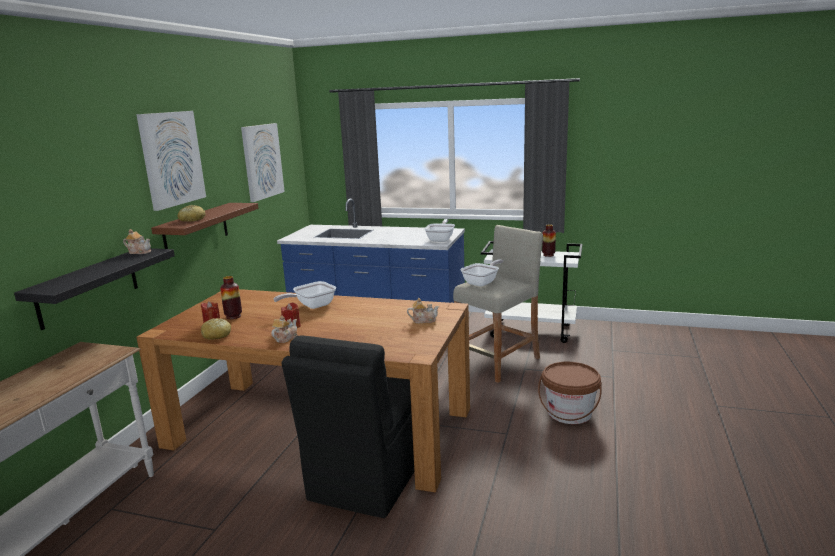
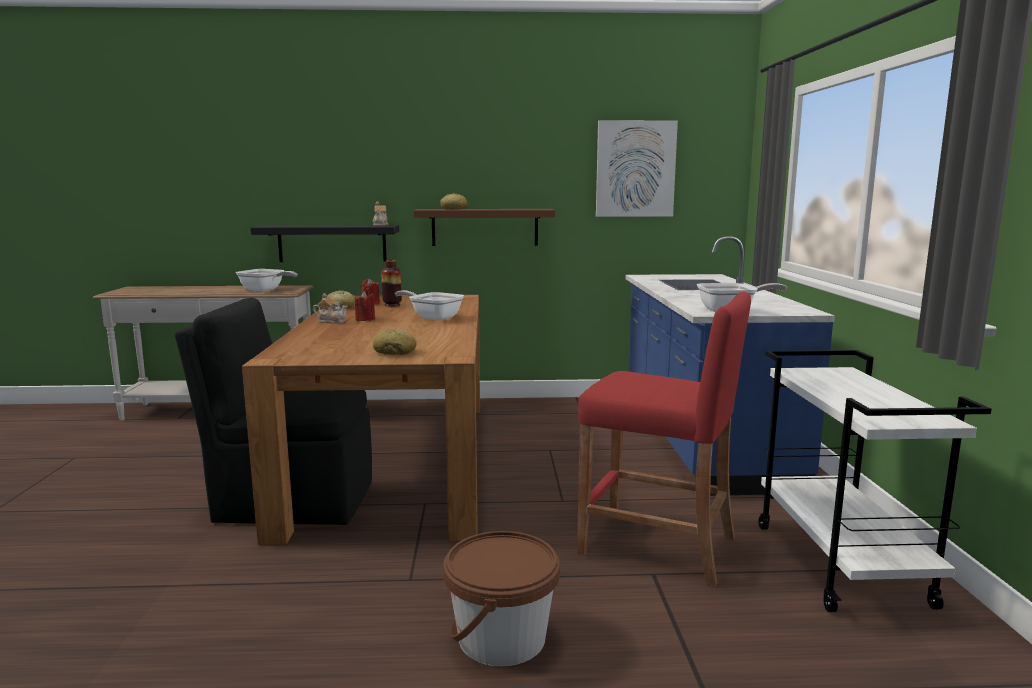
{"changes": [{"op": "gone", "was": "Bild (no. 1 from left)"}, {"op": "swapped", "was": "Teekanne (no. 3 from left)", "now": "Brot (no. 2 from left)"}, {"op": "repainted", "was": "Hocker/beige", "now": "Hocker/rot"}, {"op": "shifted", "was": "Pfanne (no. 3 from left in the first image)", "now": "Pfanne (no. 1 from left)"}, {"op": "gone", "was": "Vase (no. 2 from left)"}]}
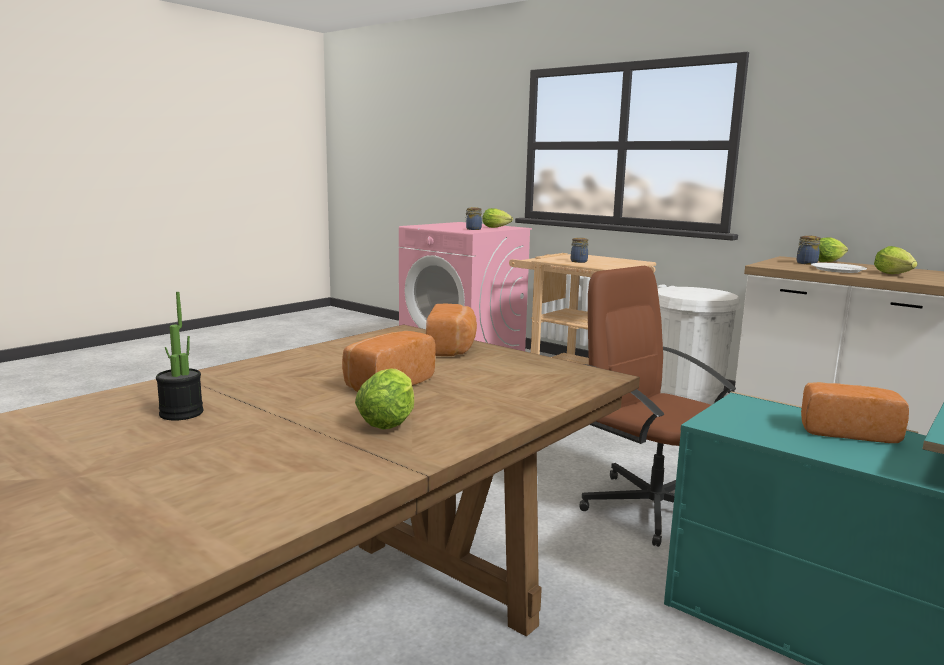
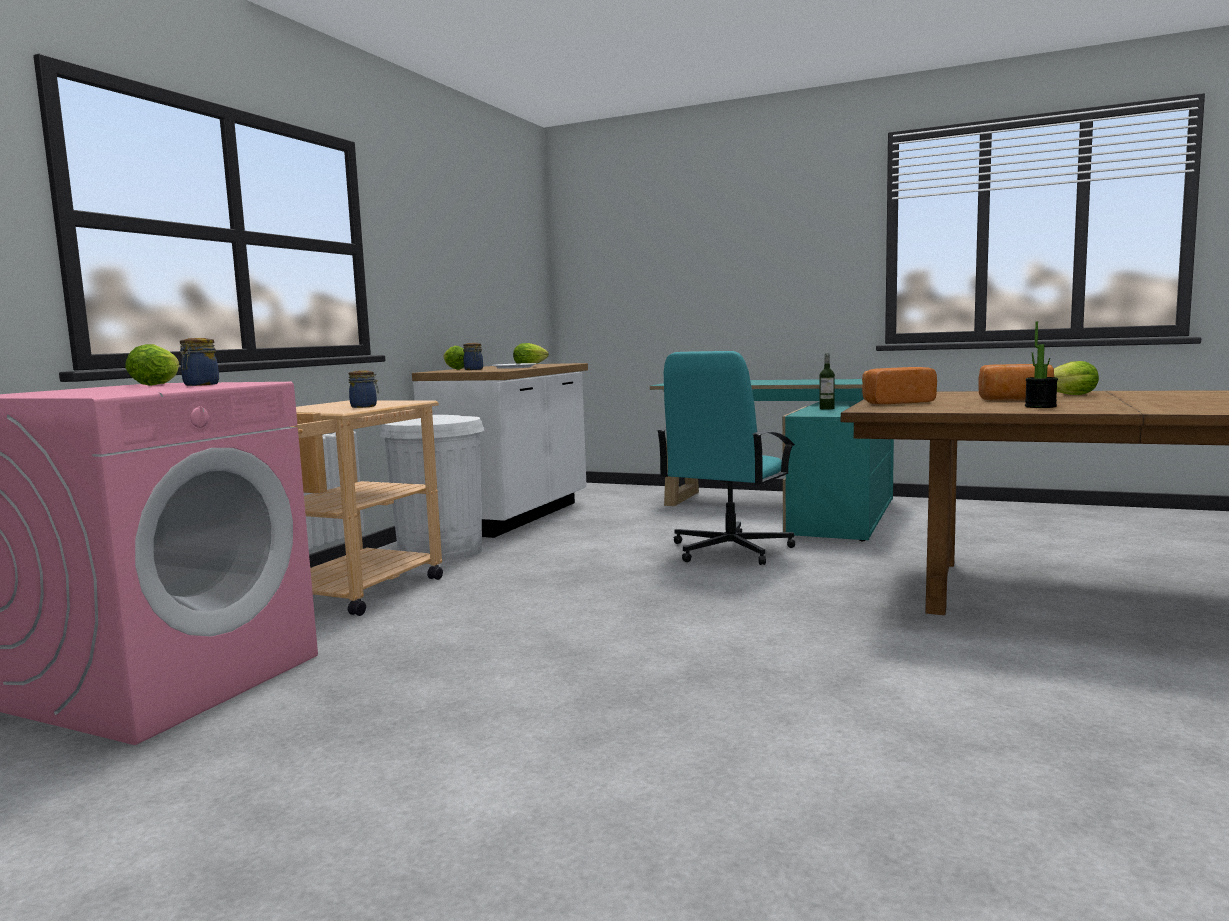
{"changes": [{"op": "shifted", "was": "Topfpflanze"}, {"op": "repainted", "was": "Bürostuhl/braun", "now": "Bürostuhl/türkis"}, {"op": "swapped", "was": "Brot (no. 3 from left)", "now": "Flasche"}]}
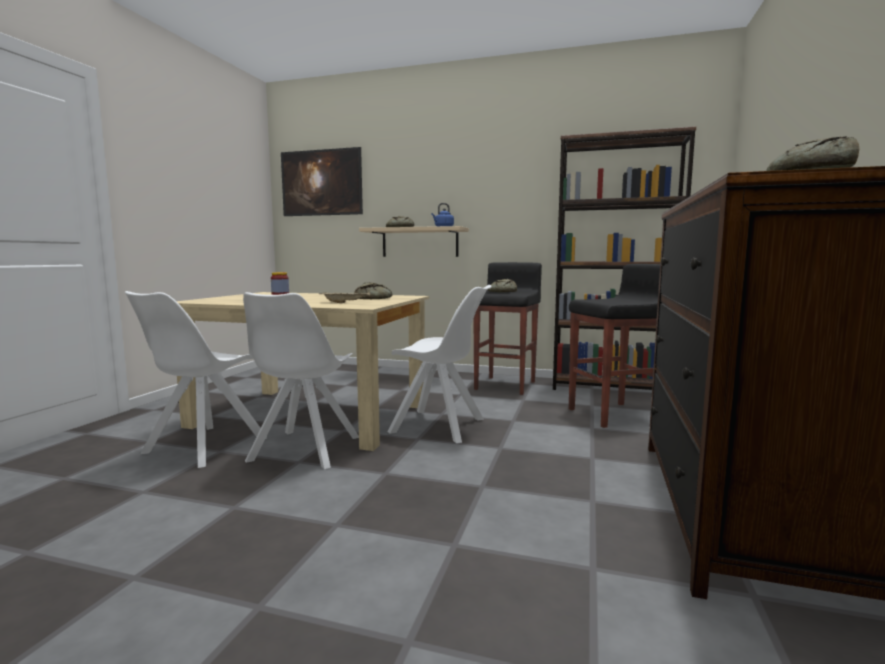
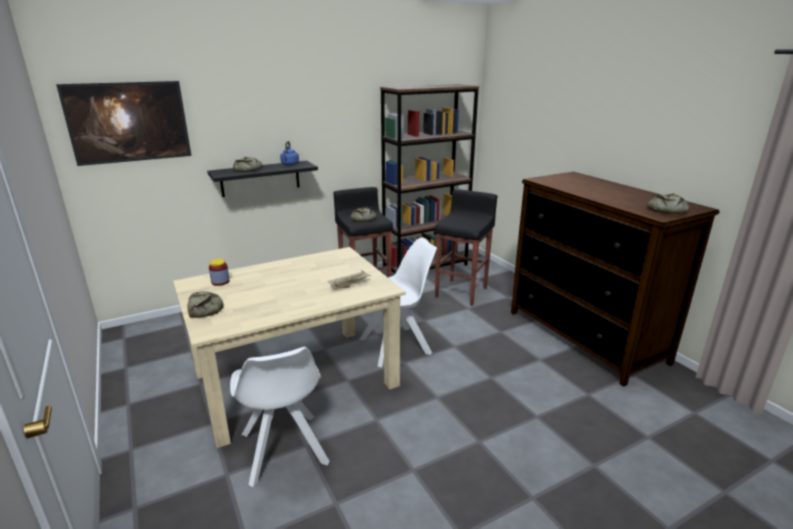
{"changes": [{"op": "gone", "was": "Stuhl/weiß (no. 2 from left)"}, {"op": "shifted", "was": "Brot (no. 1 from left)"}, {"op": "repainted", "was": "Wandregal/beige", "now": "Wandregal/schwarz"}]}
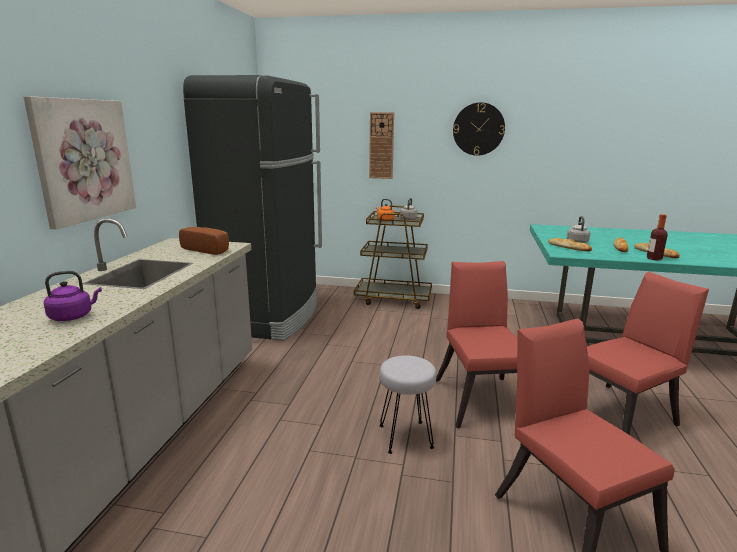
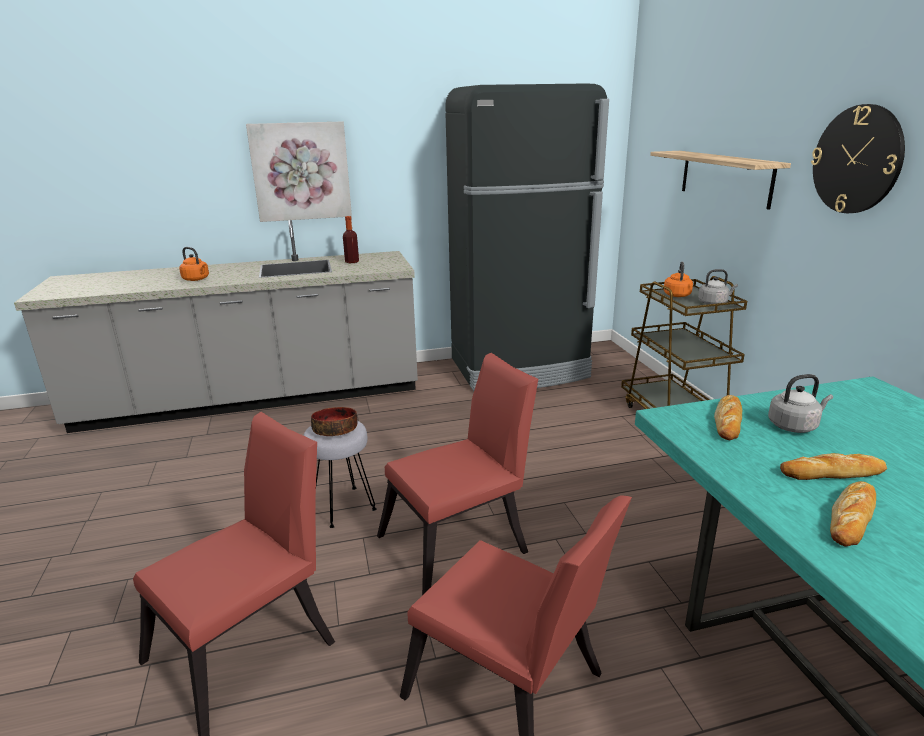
{"changes": [{"op": "repainted", "was": "Wasserkessel/lila", "now": "Wasserkessel/orange (no. 1 from left)"}, {"op": "gone", "was": "Brot (no. 1 from left)"}, {"op": "swapped", "was": "Wanduhr (no. 1 from left)", "now": "Wandregal"}, {"op": "shifted", "was": "Flasche"}, {"op": "new", "now": "Schüssel"}]}
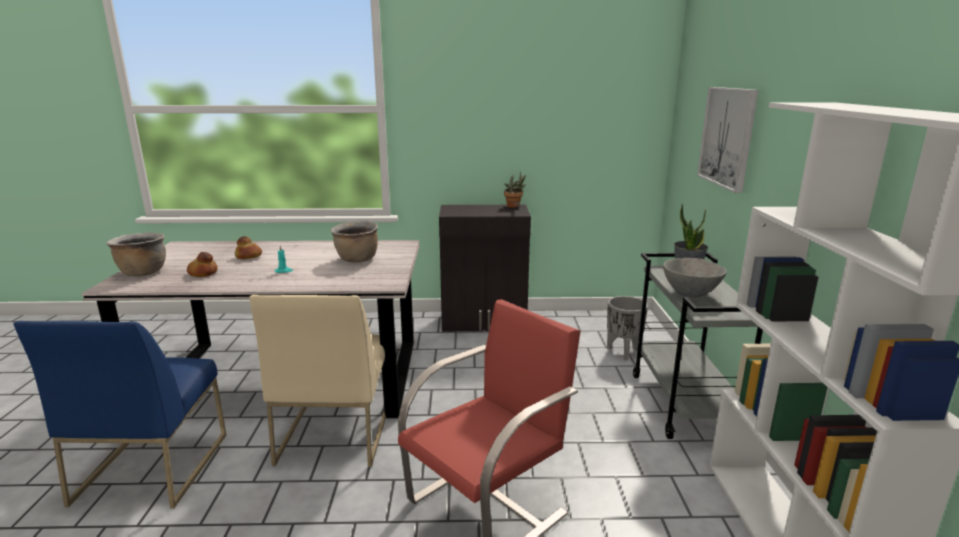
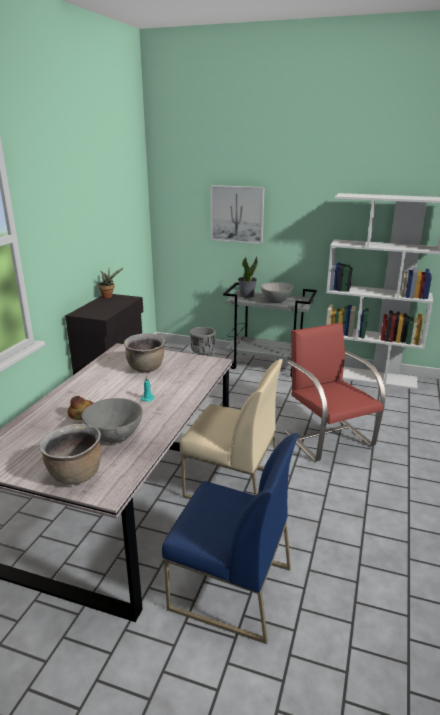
{"changes": [{"op": "swapped", "was": "Brot (no. 1 from left)", "now": "Schüssel/grau (no. 1 from left)"}]}
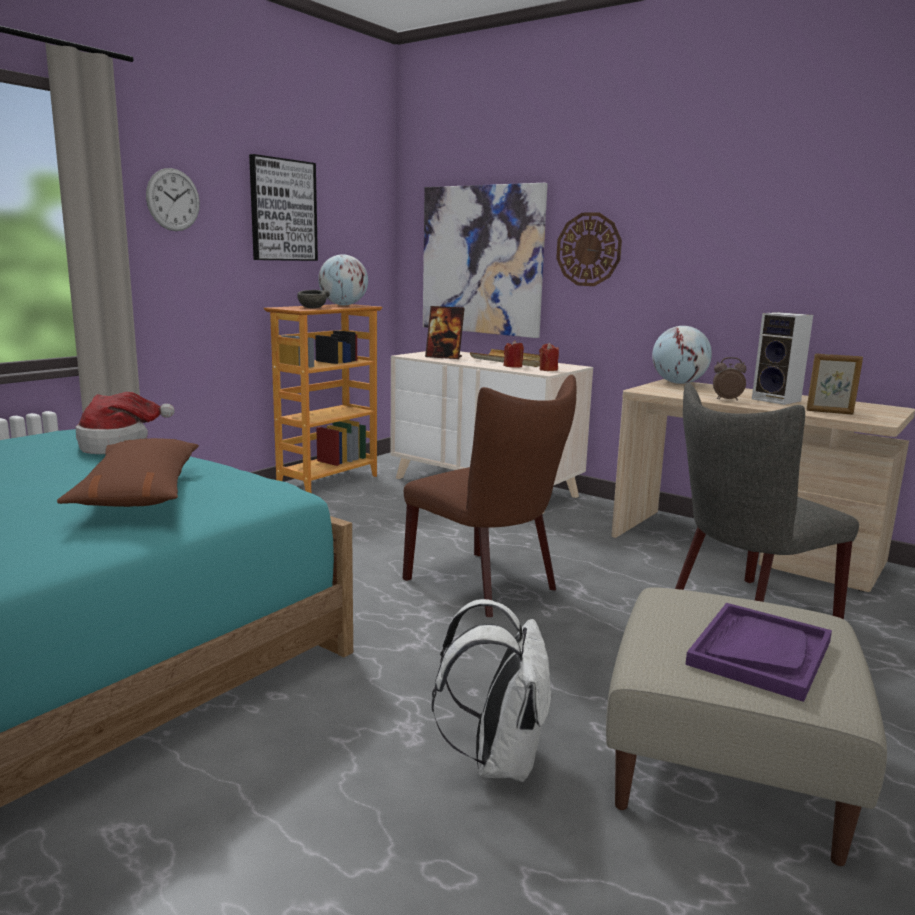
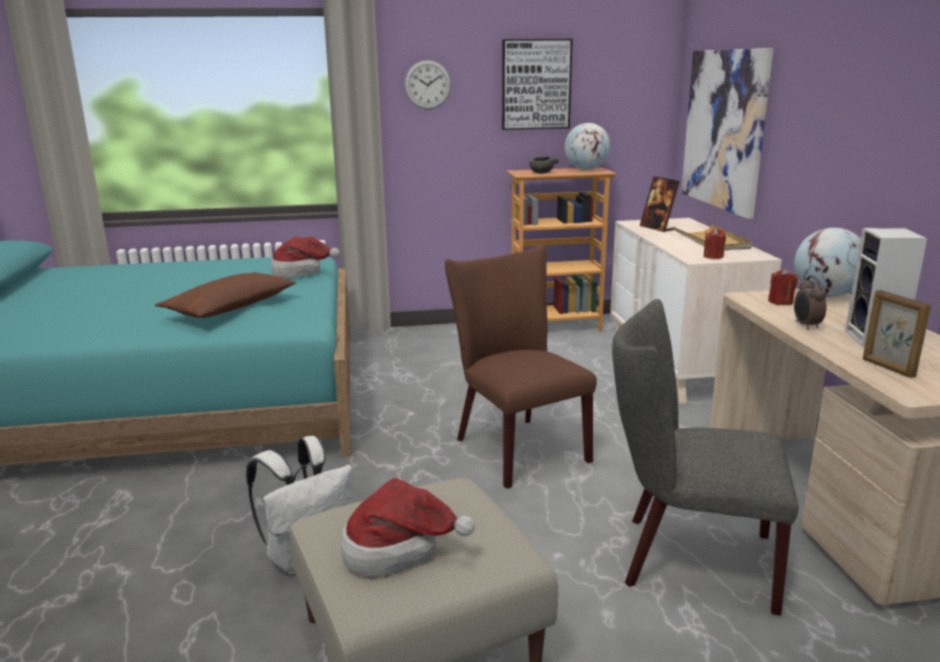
{"changes": [{"op": "rotated", "was": "Stuhl/braun", "clockwise": 150}, {"op": "shifted", "was": "Kerze/rot (no. 1 from left in the first image)", "now": "Kerze/rot (no. 2 from left)"}, {"op": "gone", "was": "Wanduhr (no. 2 from left)"}, {"op": "swapped", "was": "Tablett/lila", "now": "Hut (no. 2 from left)"}, {"op": "rotated", "was": "Wecker", "clockwise": -150}]}
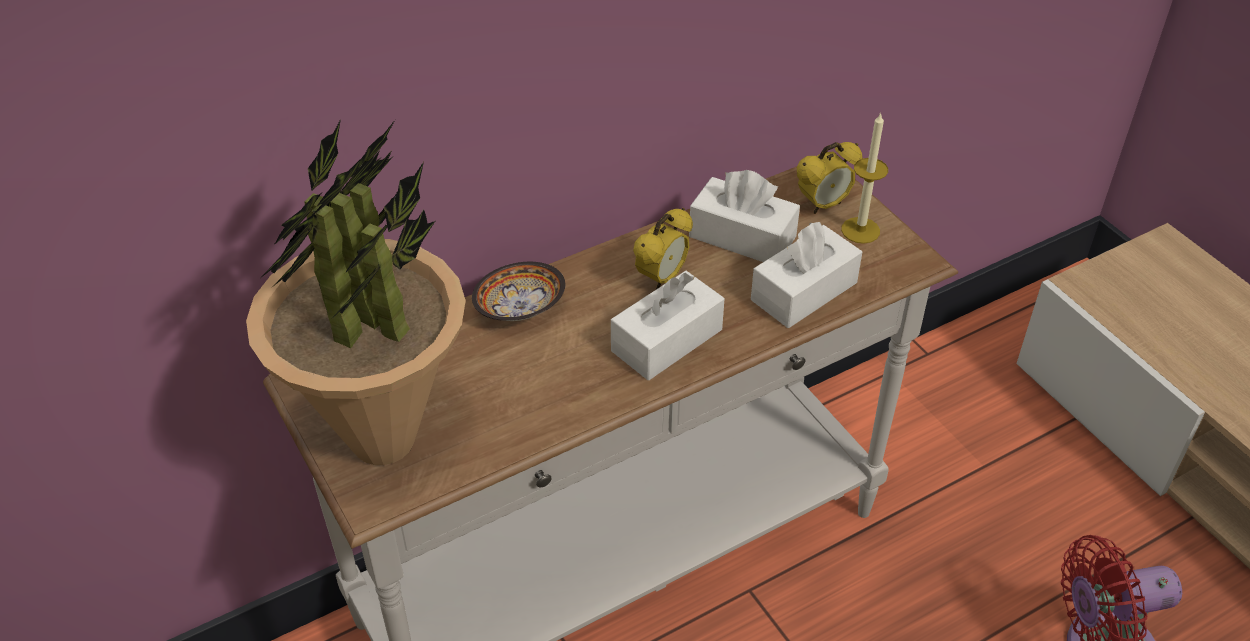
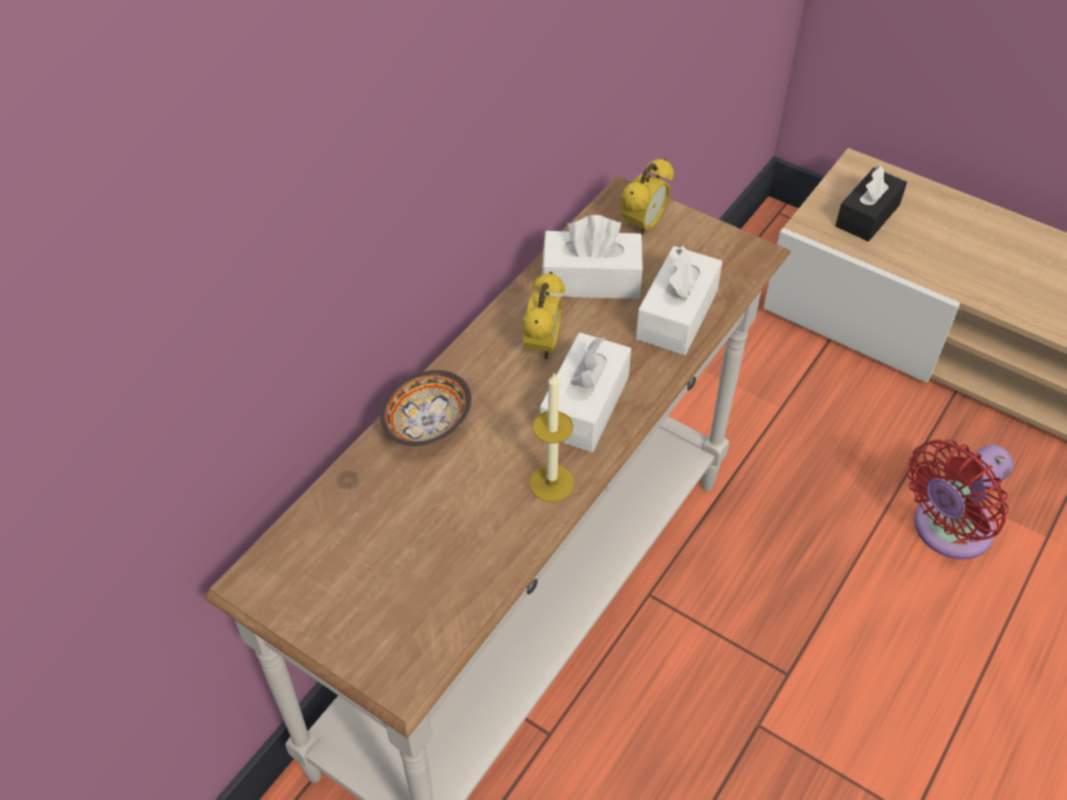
{"changes": [{"op": "gone", "was": "Topfpflanze"}, {"op": "shifted", "was": "Kerze"}, {"op": "new", "now": "Taschentuchbox/schwarz"}]}
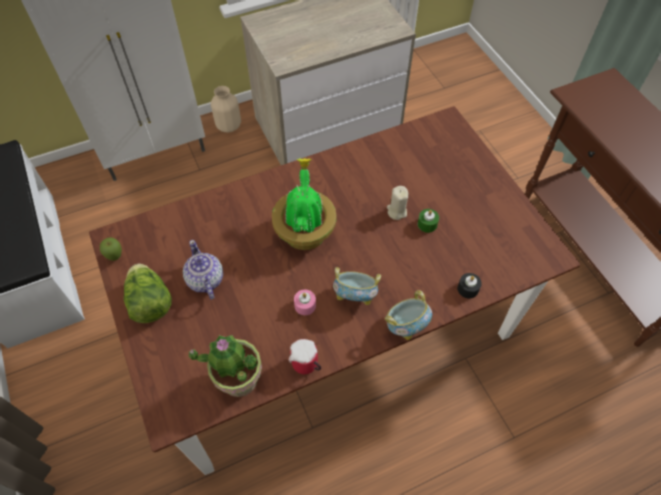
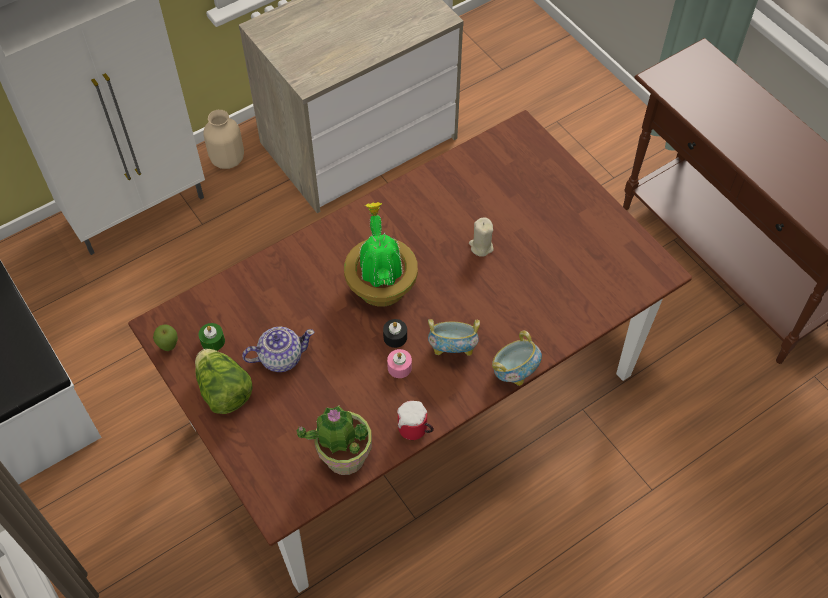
{"changes": [{"op": "rotated", "was": "Teekanne", "clockwise": 105}, {"op": "shifted", "was": "Kerze/grün"}, {"op": "shifted", "was": "Kerze/schwarz"}]}
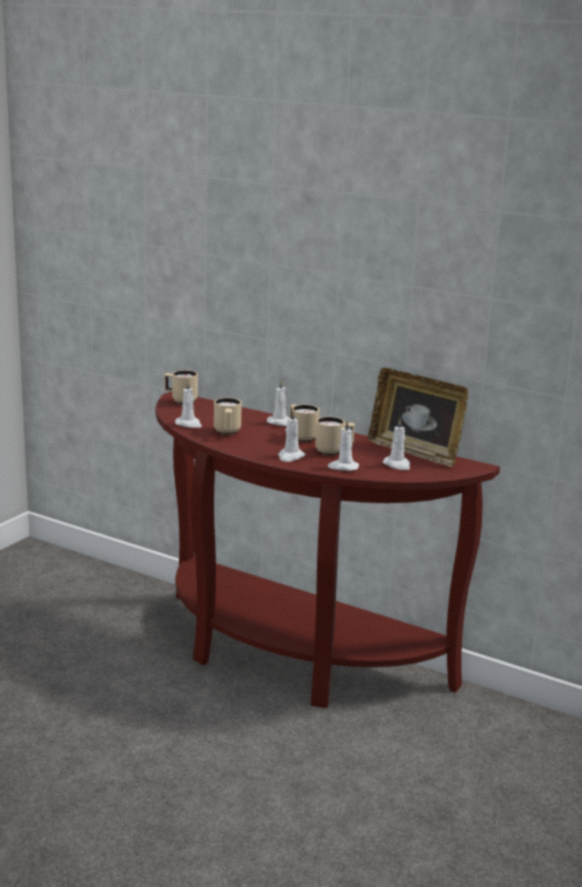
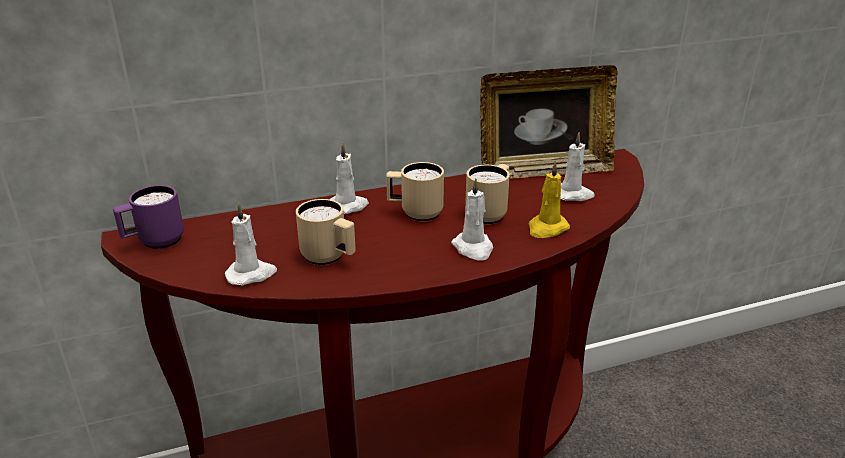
{"changes": [{"op": "repainted", "was": "Henkelbecher/beige (no. 1 from left)", "now": "Henkelbecher/lila"}, {"op": "repainted", "was": "Kerze/weiß (no. 4 from left)", "now": "Kerze/gelb"}]}
